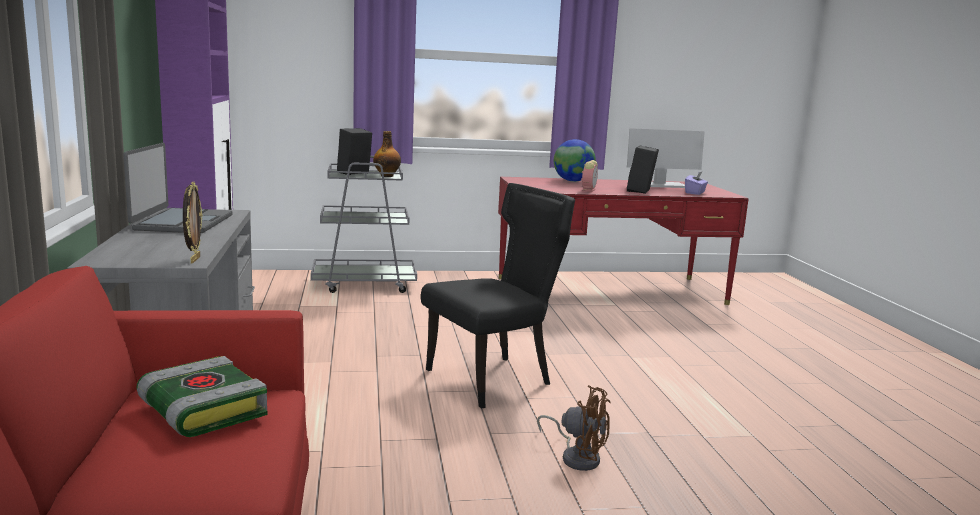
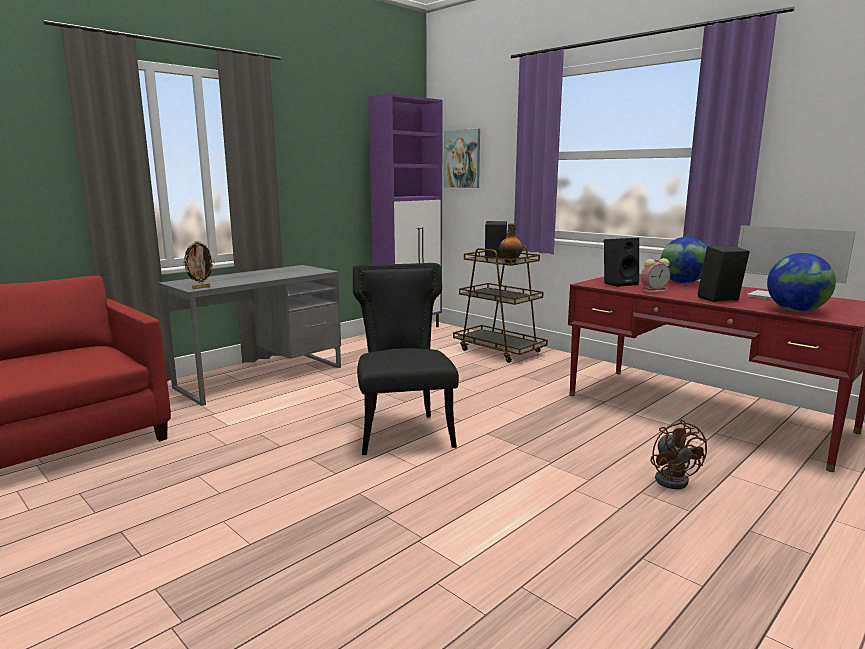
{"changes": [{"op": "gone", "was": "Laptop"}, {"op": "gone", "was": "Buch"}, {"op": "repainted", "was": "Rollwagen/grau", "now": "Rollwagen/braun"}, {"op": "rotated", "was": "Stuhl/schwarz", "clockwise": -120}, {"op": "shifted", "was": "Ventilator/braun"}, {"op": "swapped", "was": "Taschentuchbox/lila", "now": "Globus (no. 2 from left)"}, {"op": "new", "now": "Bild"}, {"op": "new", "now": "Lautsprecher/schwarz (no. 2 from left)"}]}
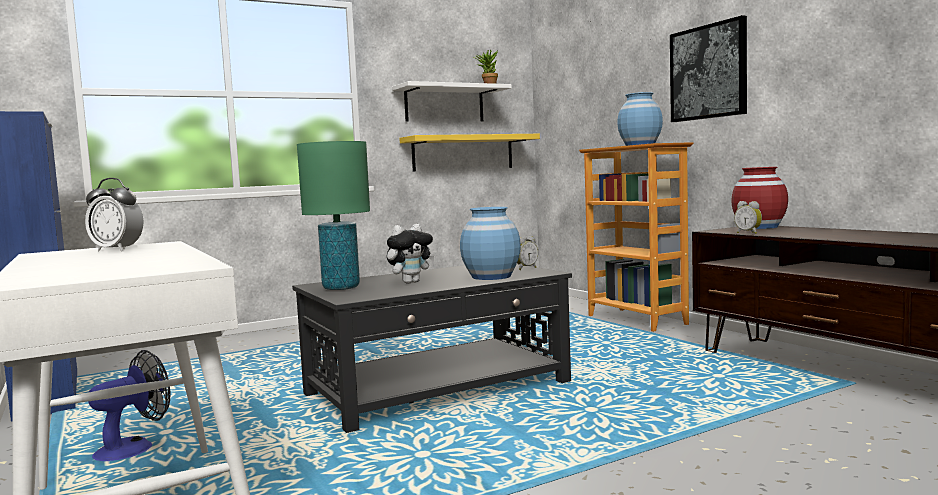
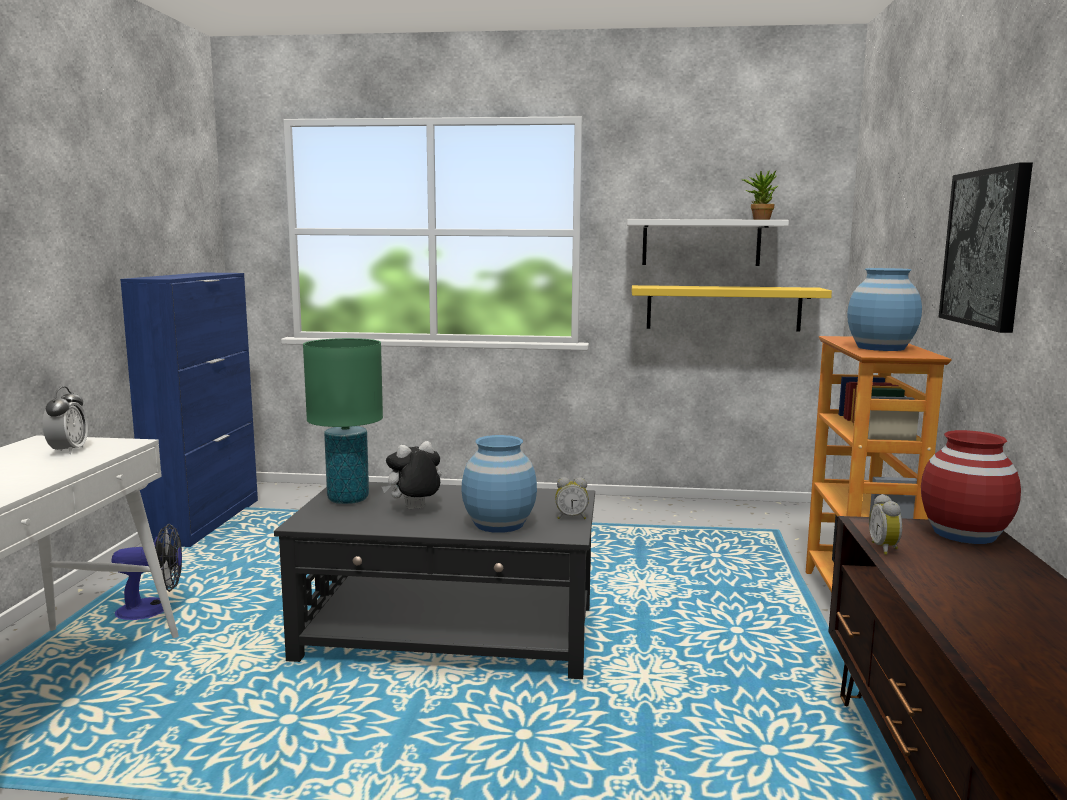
{"changes": [{"op": "rotated", "was": "Wecker (no. 1 from left)", "clockwise": -150}, {"op": "rotated", "was": "Plüschtier", "clockwise": 150}]}
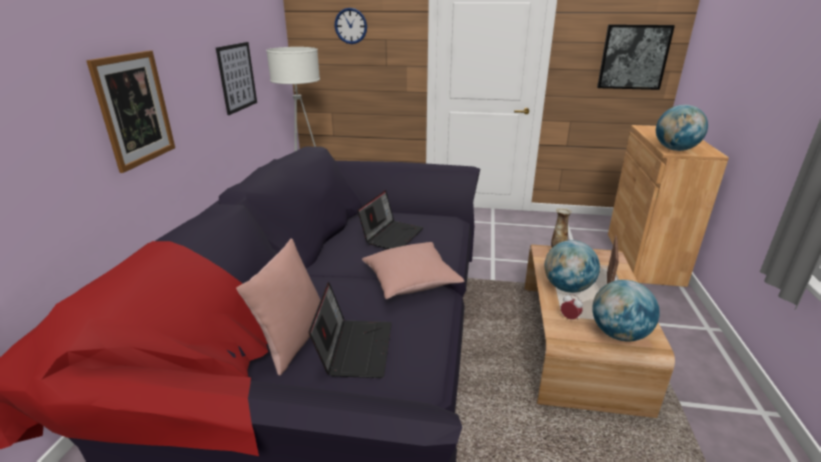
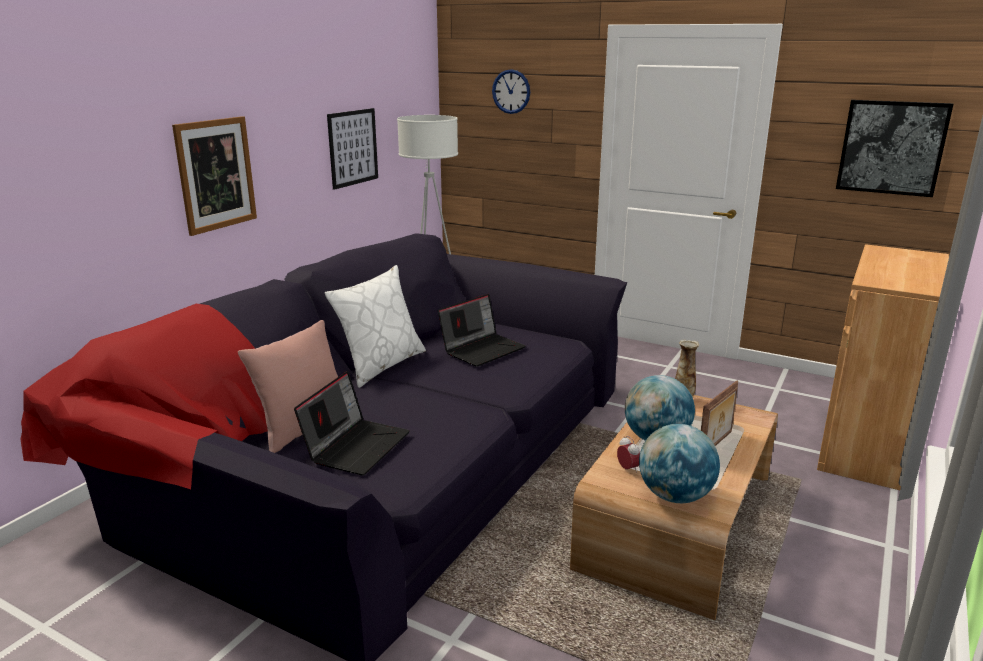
{"changes": [{"op": "gone", "was": "Kissen/rosa (no. 2 from left)"}, {"op": "gone", "was": "Globus (no. 3 from left)"}, {"op": "new", "now": "Kissen/weiß"}]}
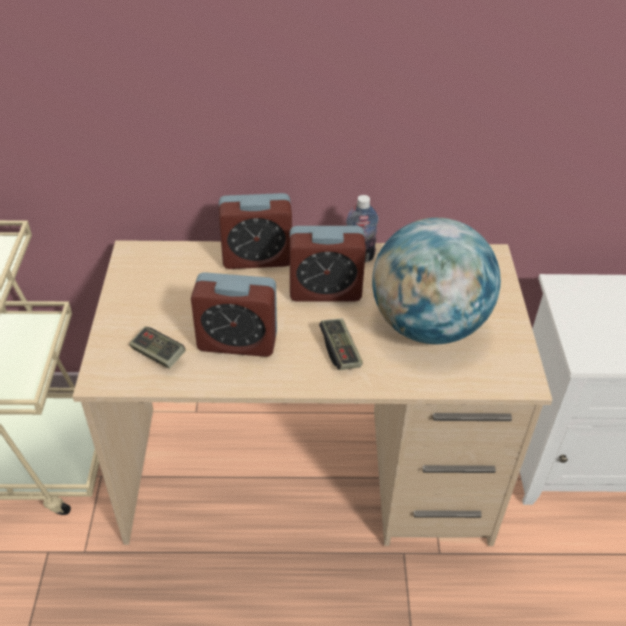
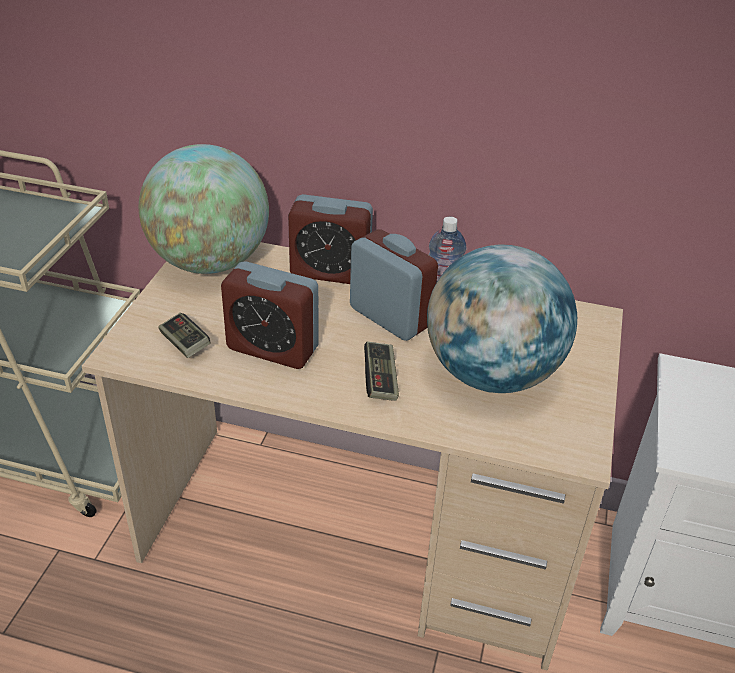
{"changes": [{"op": "rotated", "was": "Wecker (no. 3 from left)", "clockwise": -150}, {"op": "new", "now": "Globus (no. 1 from left)"}]}
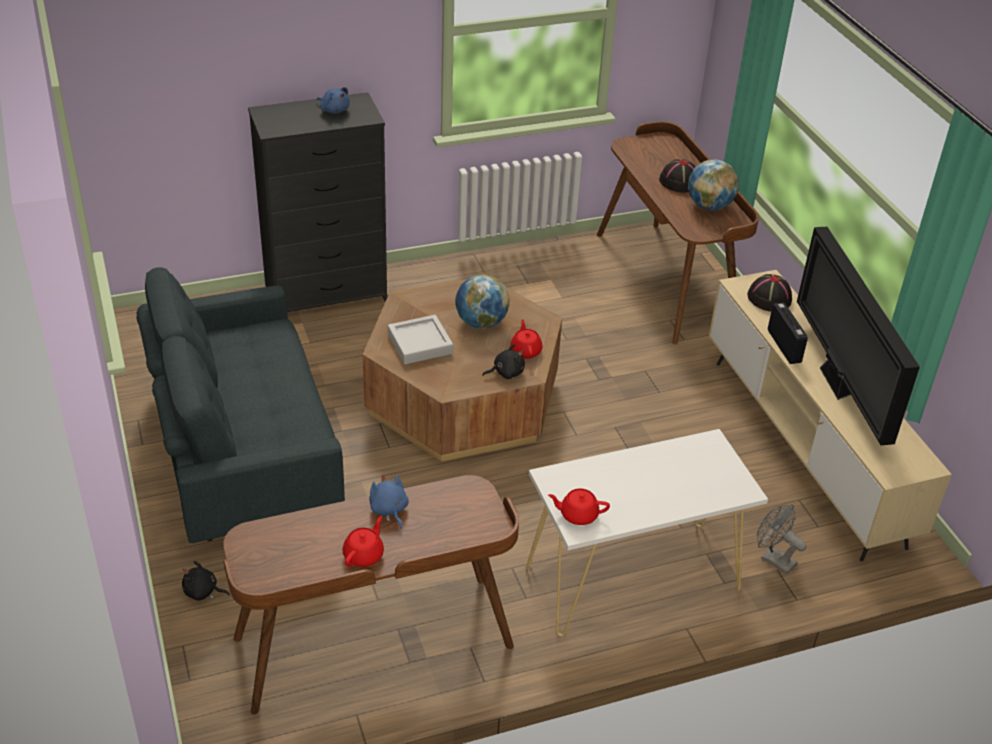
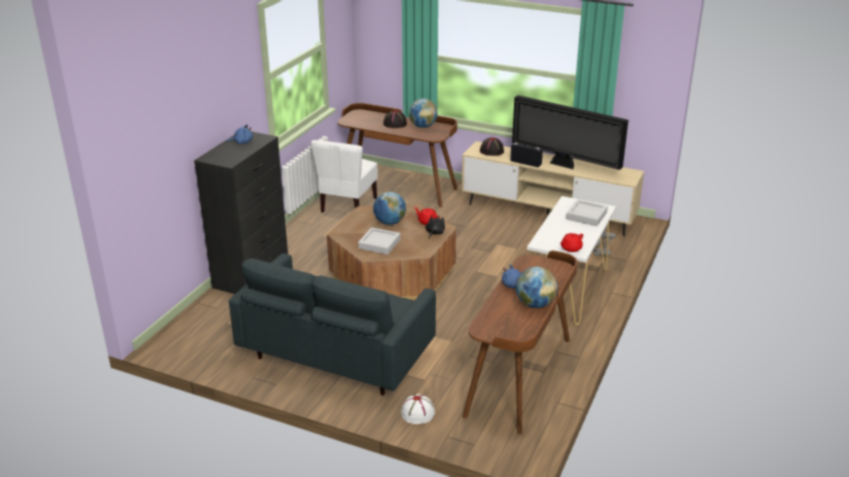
{"changes": [{"op": "swapped", "was": "Plüschtier/schwarz (no. 1 from left)", "now": "Hut/weiß"}, {"op": "swapped", "was": "Teekanne/rot (no. 1 from left)", "now": "Globus (no. 3 from left)"}, {"op": "new", "now": "Stuhl/weiß"}, {"op": "new", "now": "Tablett/grau (no. 2 from left)"}]}
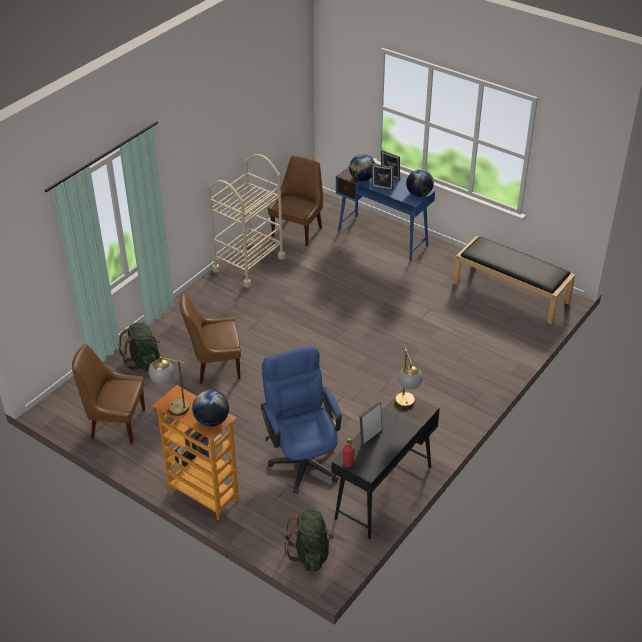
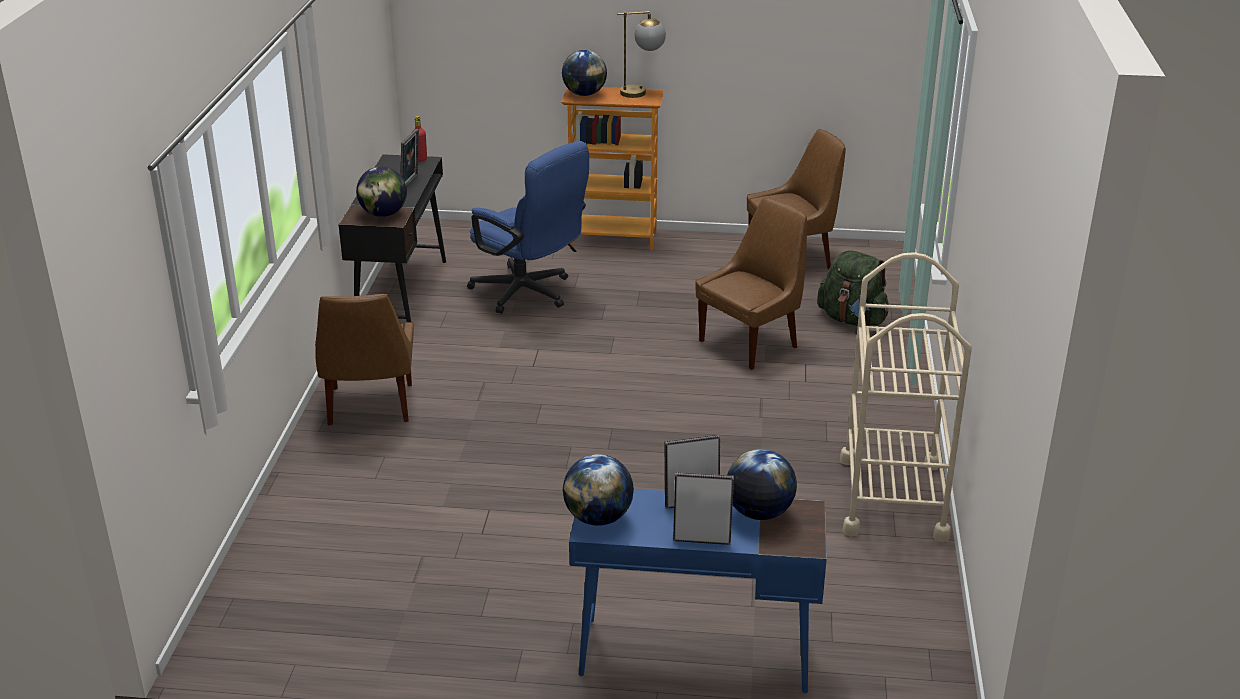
{"changes": [{"op": "shifted", "was": "Stuhl/braun (no. 3 from left in the first image)", "now": "Stuhl/braun (no. 1 from left)"}, {"op": "gone", "was": "Rucksack/grün (no. 2 from left)"}, {"op": "swapped", "was": "Tischlampe (no. 2 from left)", "now": "Globus (no. 1 from left)"}, {"op": "gone", "was": "Bank/schwarz"}]}
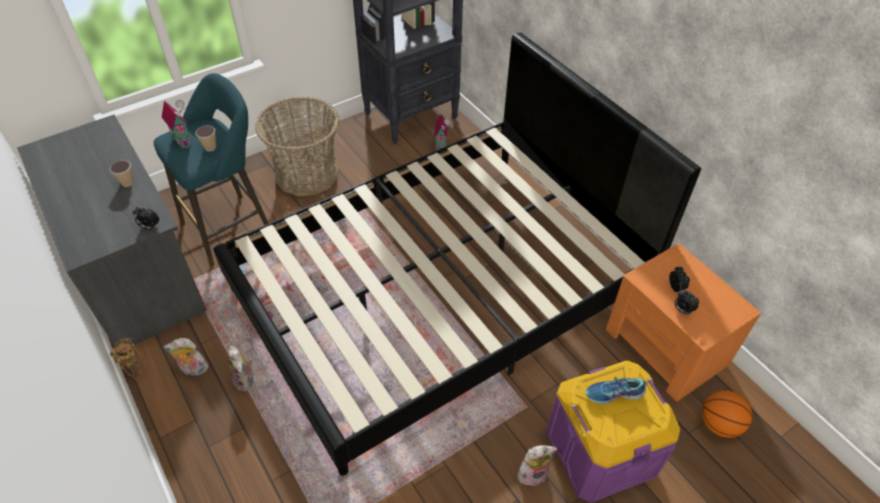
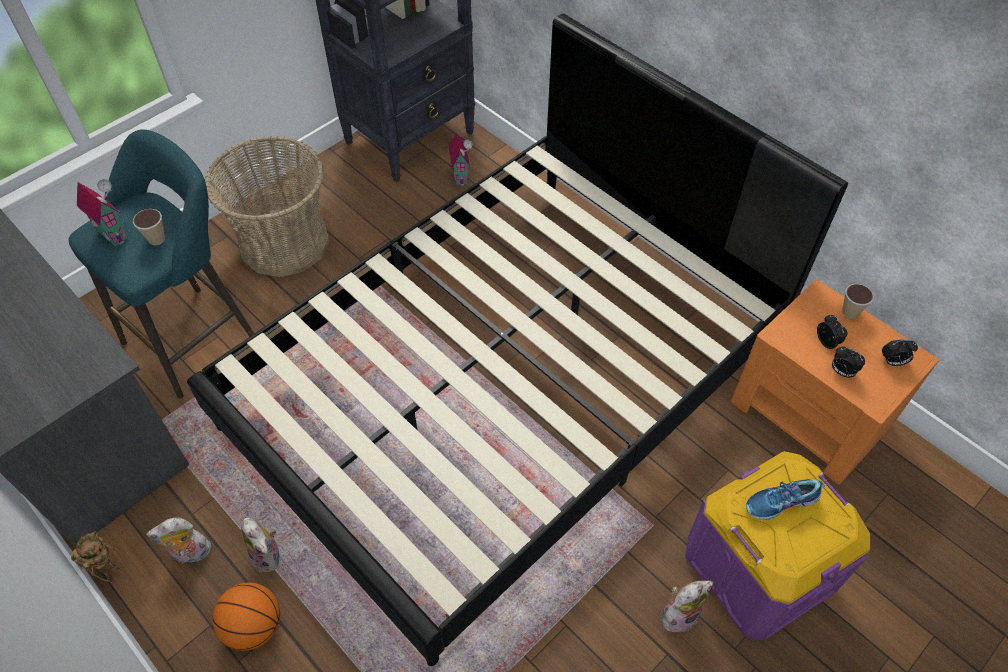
{"changes": [{"op": "shifted", "was": "Tasse (no. 1 from left in the first image)", "now": "Tasse (no. 2 from left)"}, {"op": "shifted", "was": "Wecker (no. 1 from left in the first image)", "now": "Wecker (no. 3 from left)"}, {"op": "shifted", "was": "Basketball"}]}
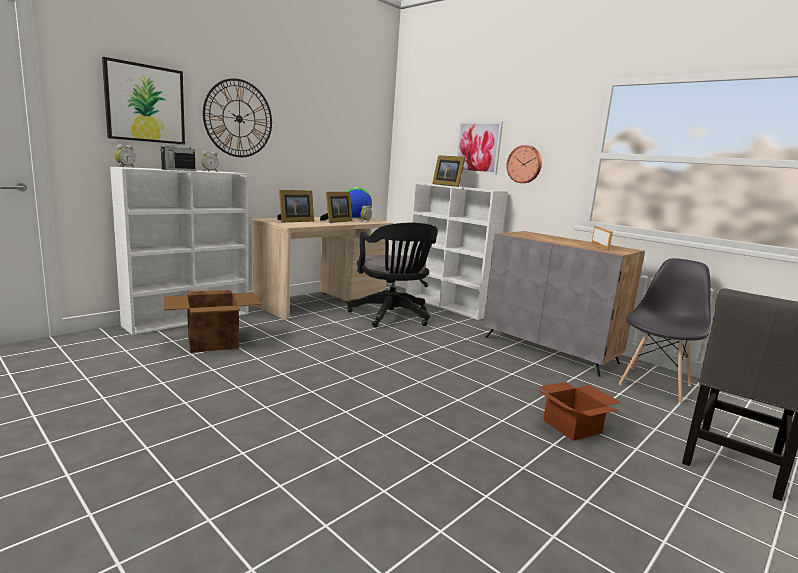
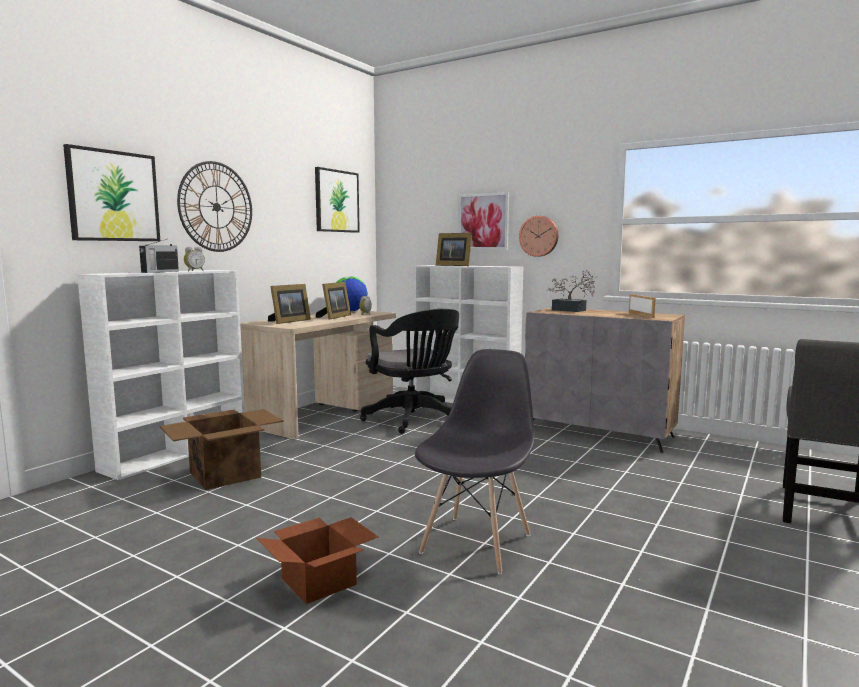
{"changes": [{"op": "gone", "was": "Wecker (no. 1 from left)"}, {"op": "shifted", "was": "Karton (no. 2 from left)"}, {"op": "shifted", "was": "Stuhl/grau (no. 1 from left)"}, {"op": "new", "now": "Bild (no. 2 from left)"}, {"op": "new", "now": "Topfpflanze"}]}
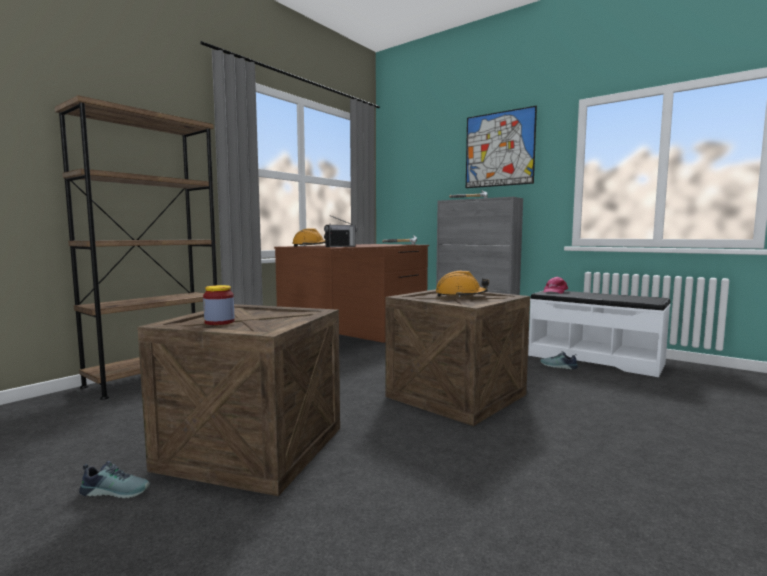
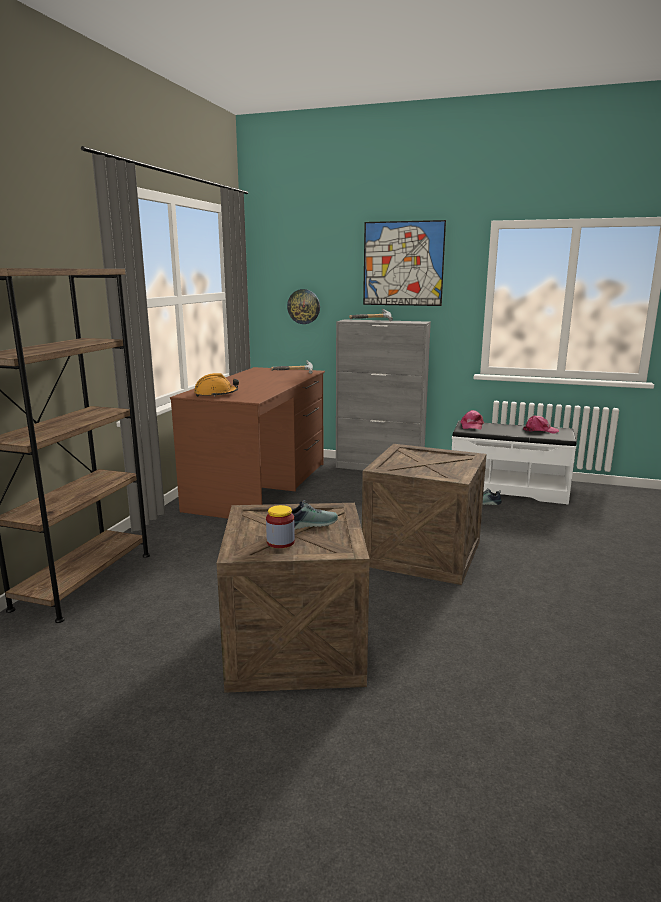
{"changes": [{"op": "shifted", "was": "Schuh (no. 1 from left)"}, {"op": "gone", "was": "Radio"}, {"op": "gone", "was": "Schutzhelm/orange (no. 2 from left)"}, {"op": "new", "now": "Wanduhr"}, {"op": "new", "now": "Kappe/rosa (no. 2 from left)"}]}
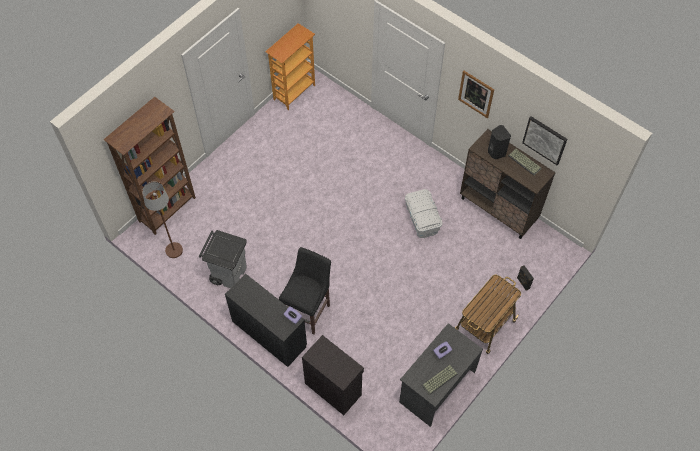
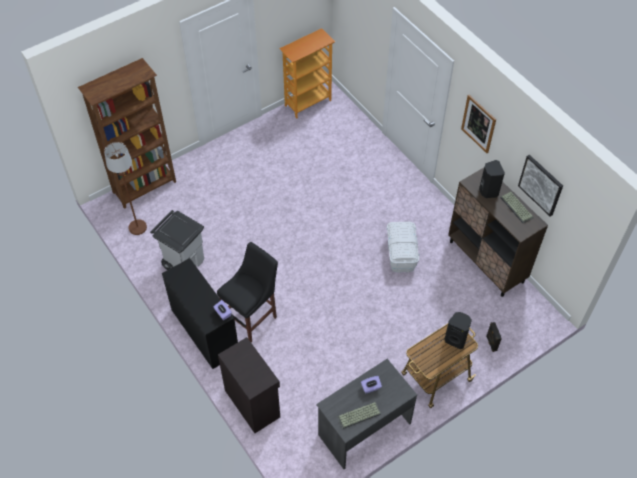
{"changes": [{"op": "new", "now": "Lautsprecher/schwarz (no. 1 from left)"}]}
